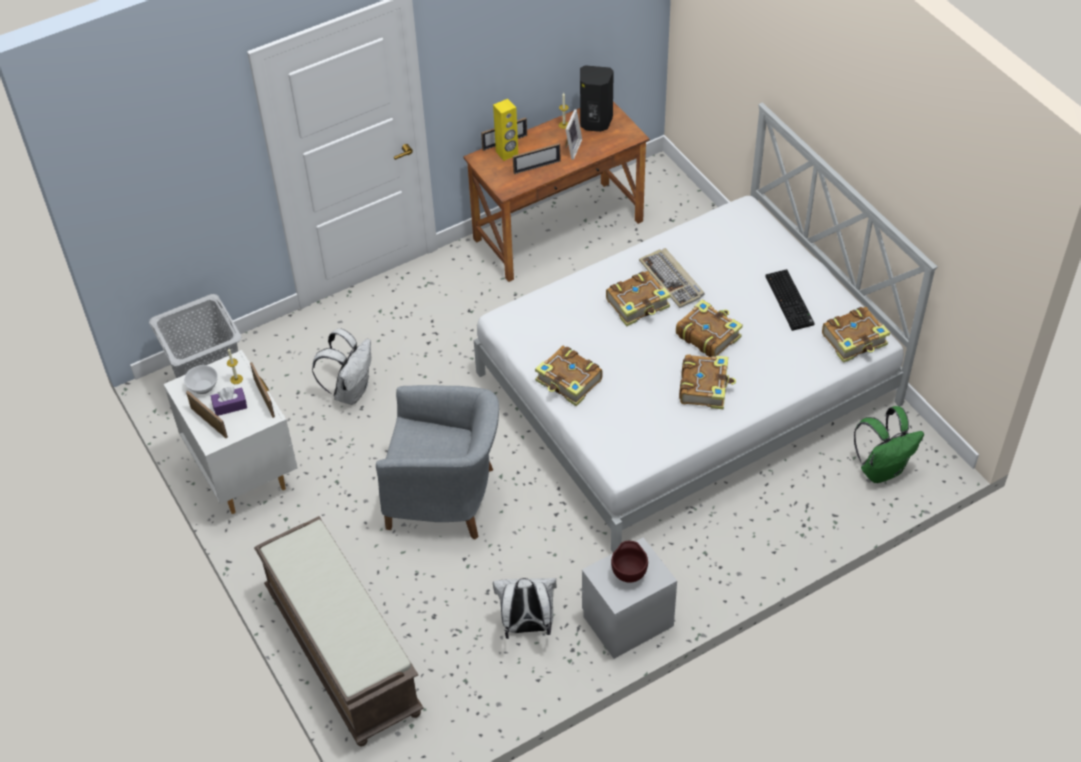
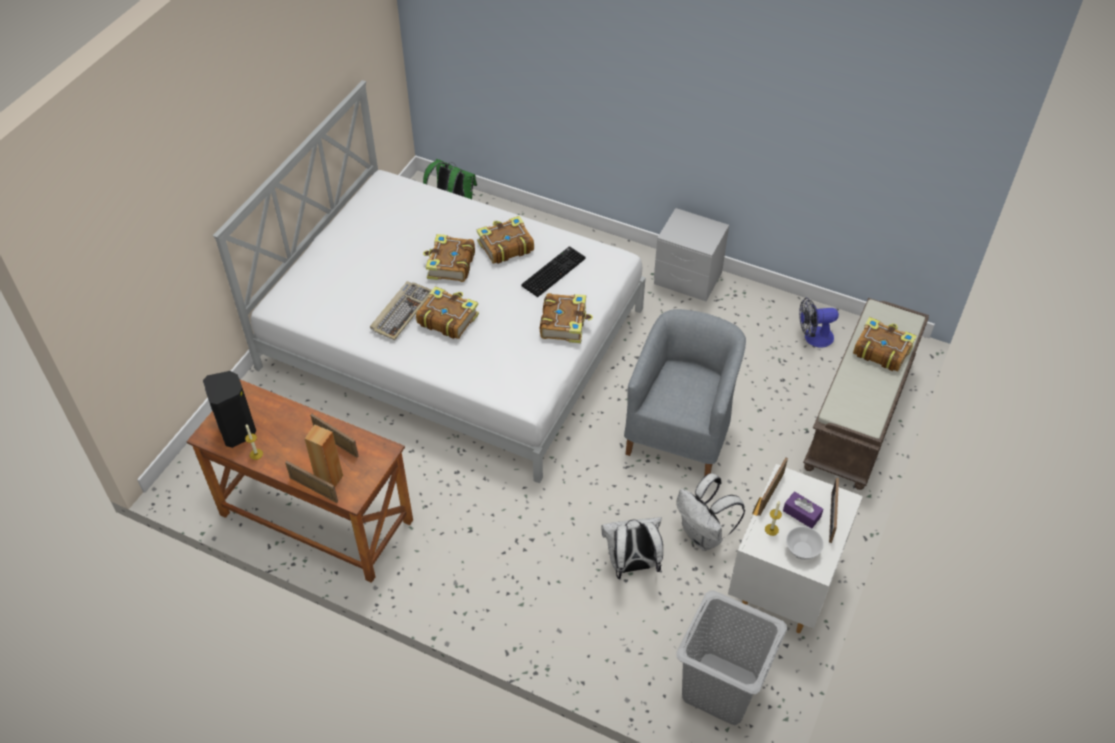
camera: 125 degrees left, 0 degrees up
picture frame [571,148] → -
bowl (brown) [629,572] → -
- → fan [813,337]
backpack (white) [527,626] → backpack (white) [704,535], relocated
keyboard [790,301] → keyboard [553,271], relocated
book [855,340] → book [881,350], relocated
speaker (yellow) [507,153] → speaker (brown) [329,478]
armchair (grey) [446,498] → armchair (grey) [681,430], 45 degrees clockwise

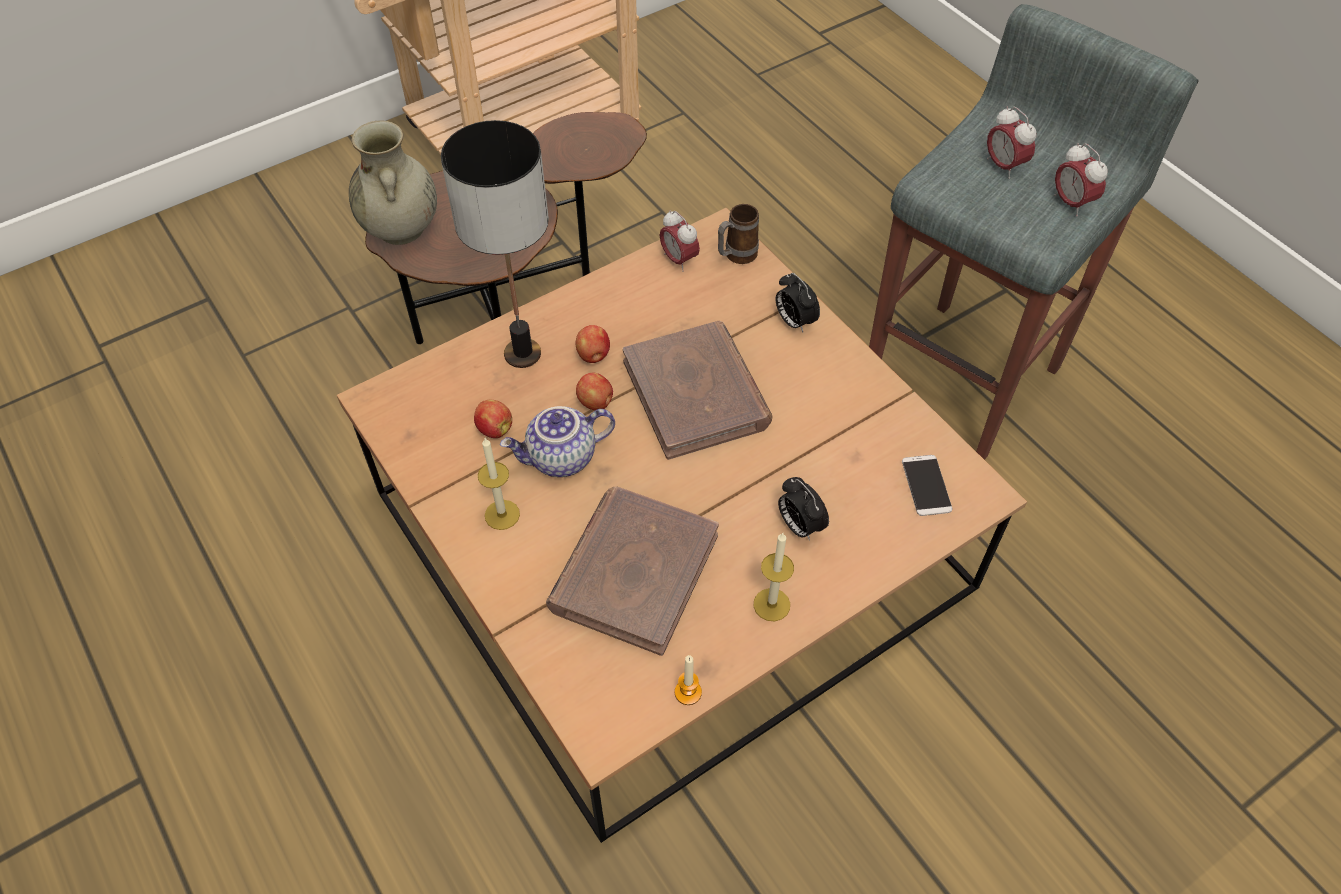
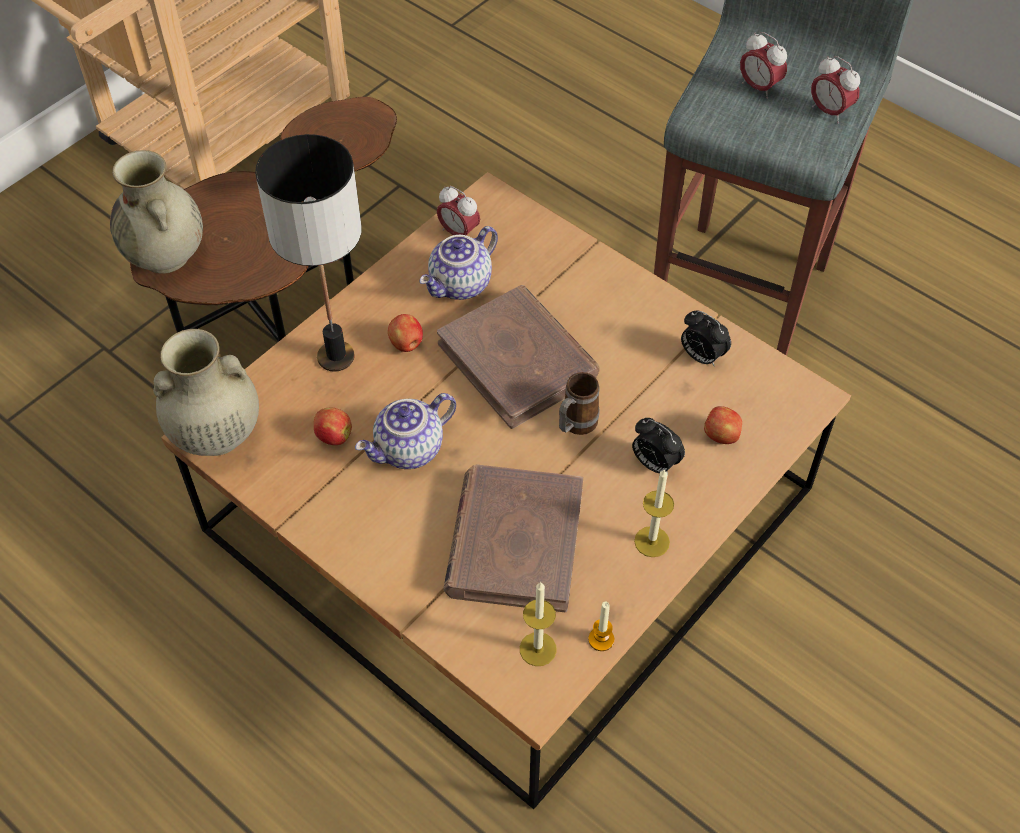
camera: 15 degrees left, 0 degrees up
phone [926,485] → -
- → vase (beige) [215,435]
- → teapot [461,285]
candle [502,514] → candle [538,649], relocated
apple [596,402] → apple [721,436], relocated
mug [735,256] → mug [575,426], relocated
alarm clock [794,321] → alarm clock [701,356], relocated

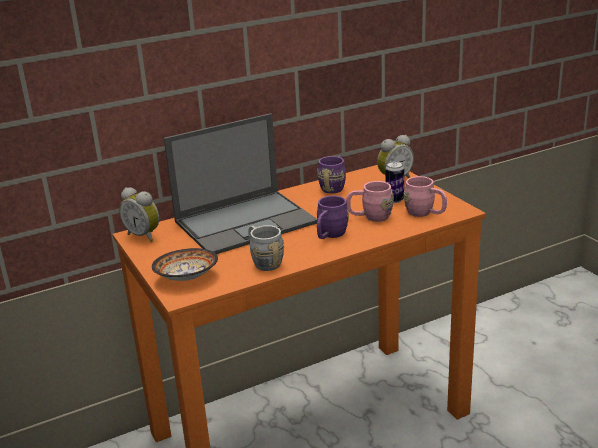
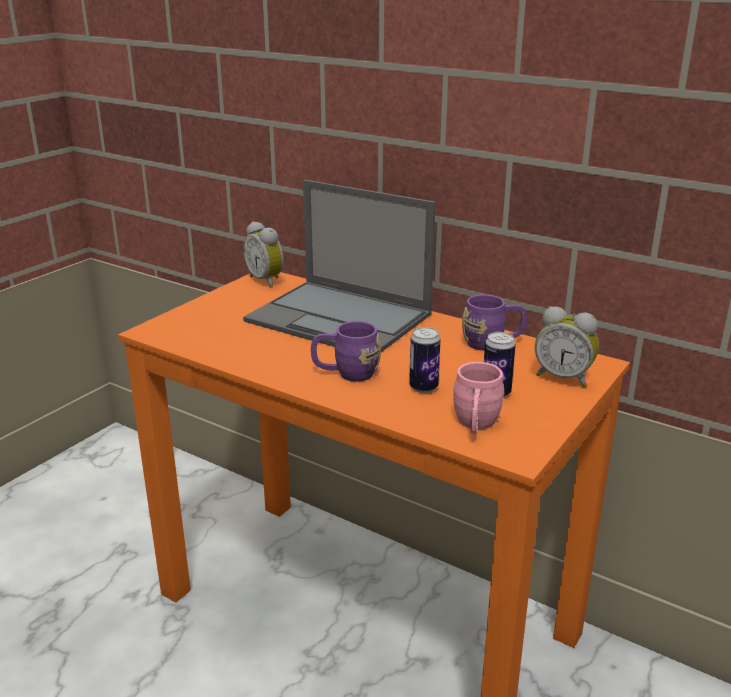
camera: 60 degrees right, 0 degrees up
bowl [185,277] → -
mug (grey) [264,261] → -
mug (pink) [370,217] → can [423,387]
alarm clock [144,236] → alarm clock [267,281], 45 degrees counterclockwise

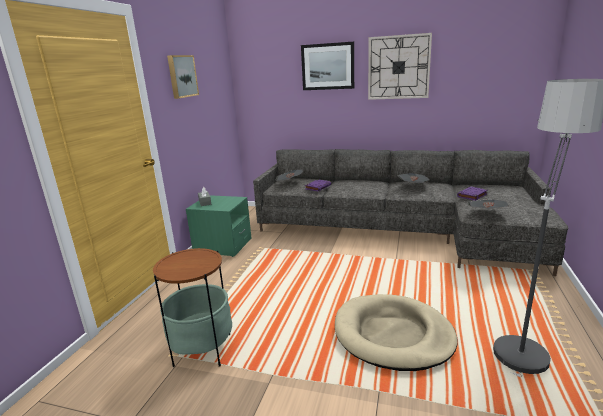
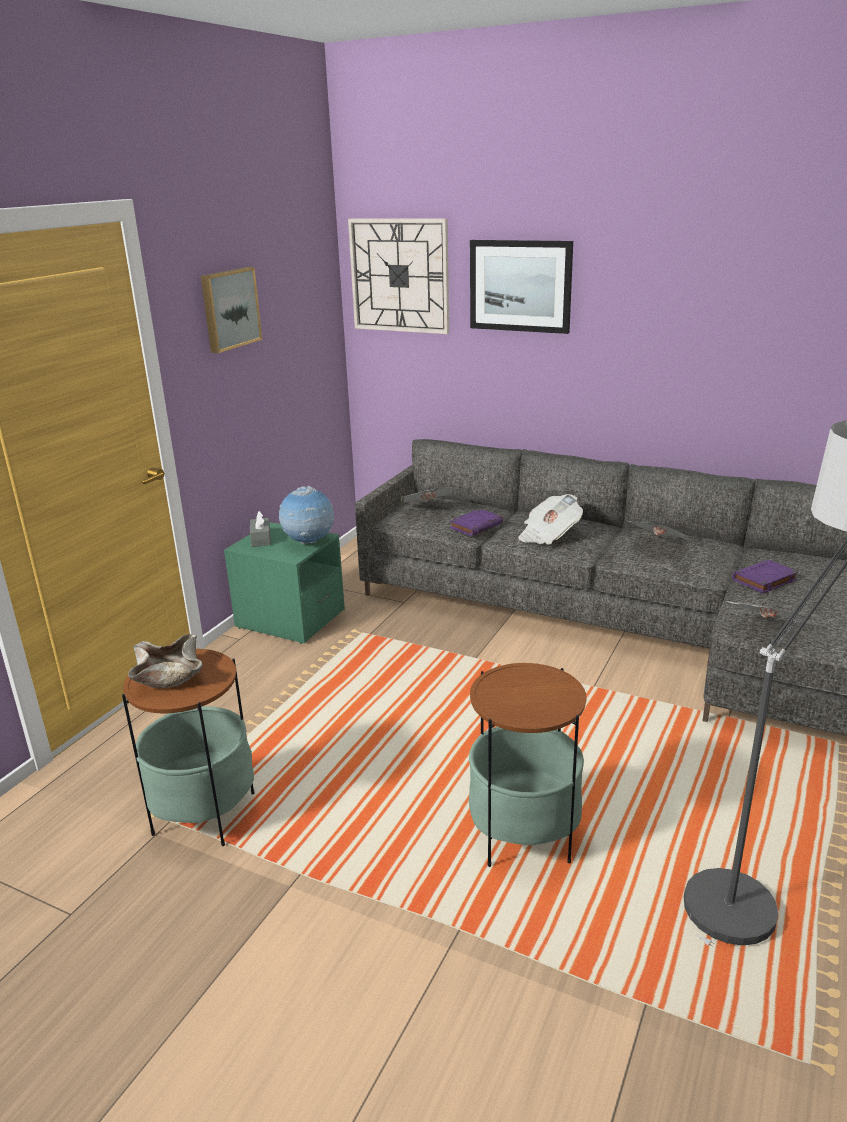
camera: 10 degrees right, 5 degrees up
- → bowl (beige) [170,675]
- → globe [309,543]
- → newspaper [548,535]
wall clock [398,67] → wall clock [399,275], relocated
dog bed (beige) [393,335] → side table [523,836]

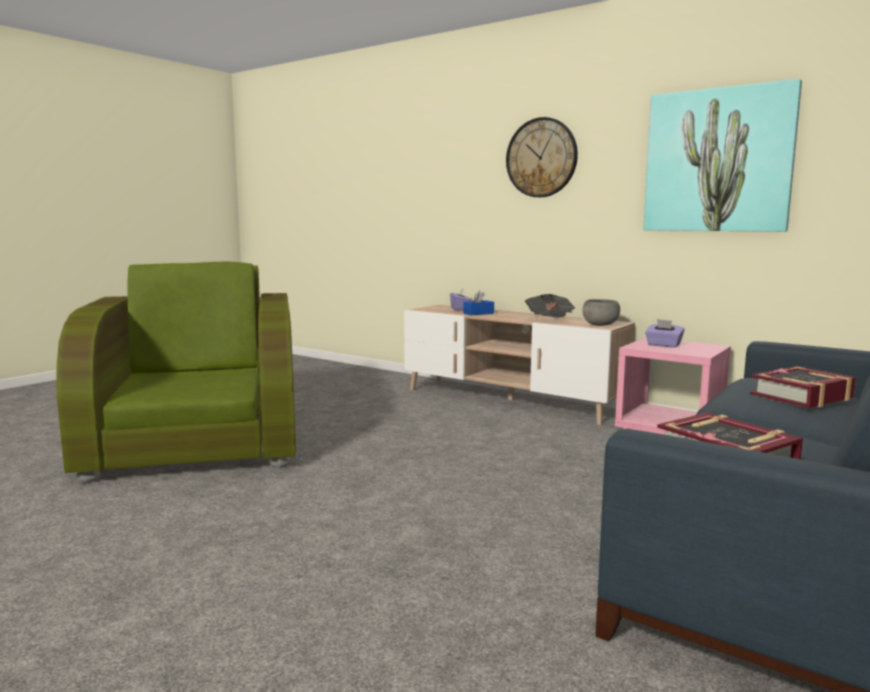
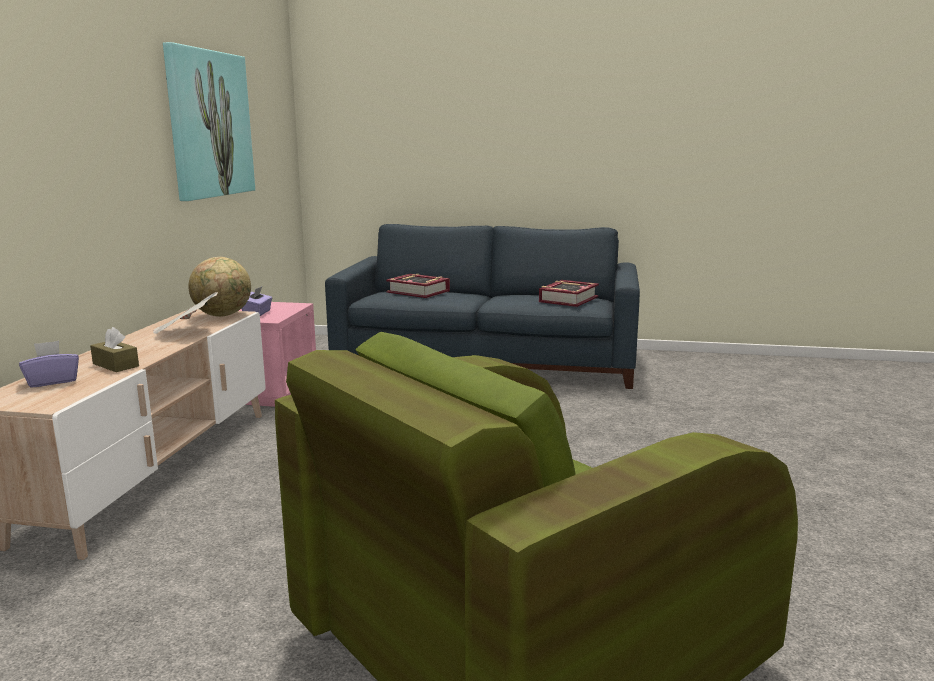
camera: 115 degrees left, 5 degrees up
wall clock [541,158] → -
bowl (grey) [600,325] → globe [223,315]
tissue box (blue) [478,313] → tissue box (brown) [115,365]

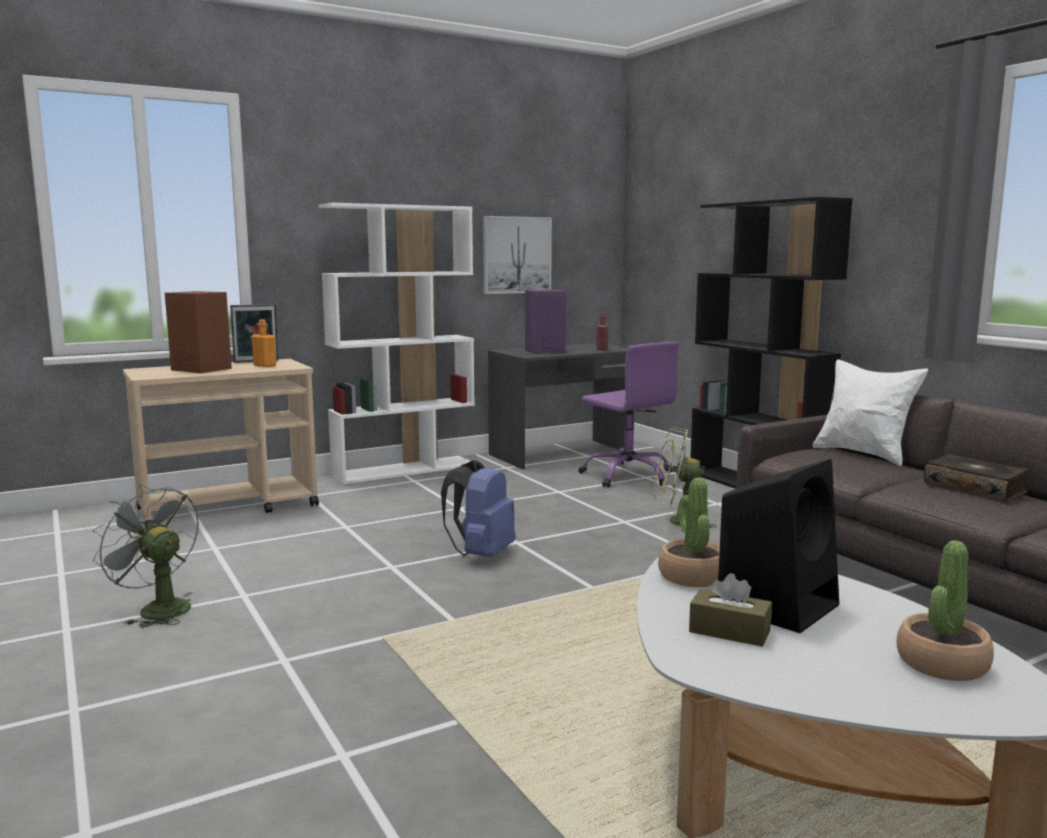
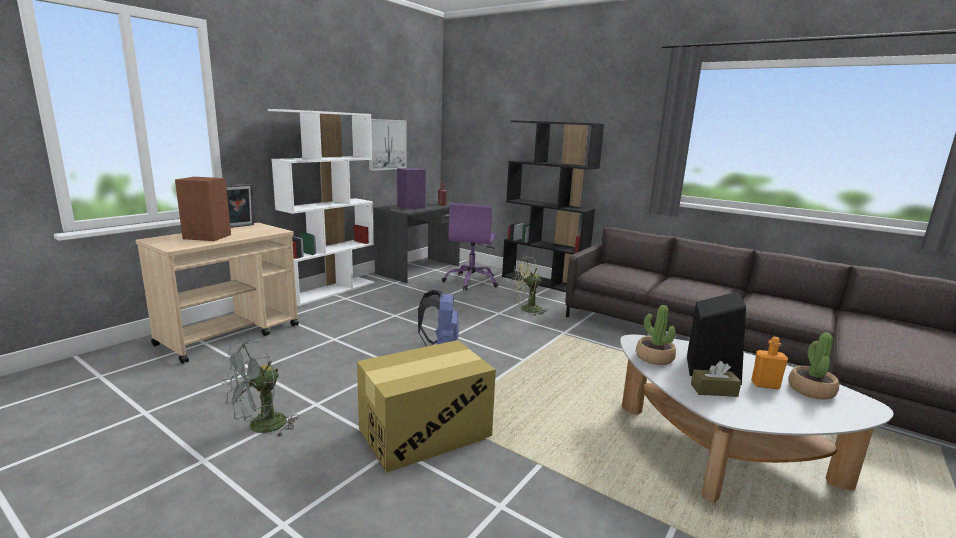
camera: 25 degrees left, 5 degrees up
pillow (white) [863,454] → -
book [975,488] → -
- → cardboard box [424,433]
bottle (orange) [264,365] → bottle (orange) [765,385], relocated
fan (grey) [156,609] → fan (grey) [261,428], 60 degrees counterclockwise
office chair (purple) [628,476] → office chair (purple) [471,281], 75 degrees clockwise

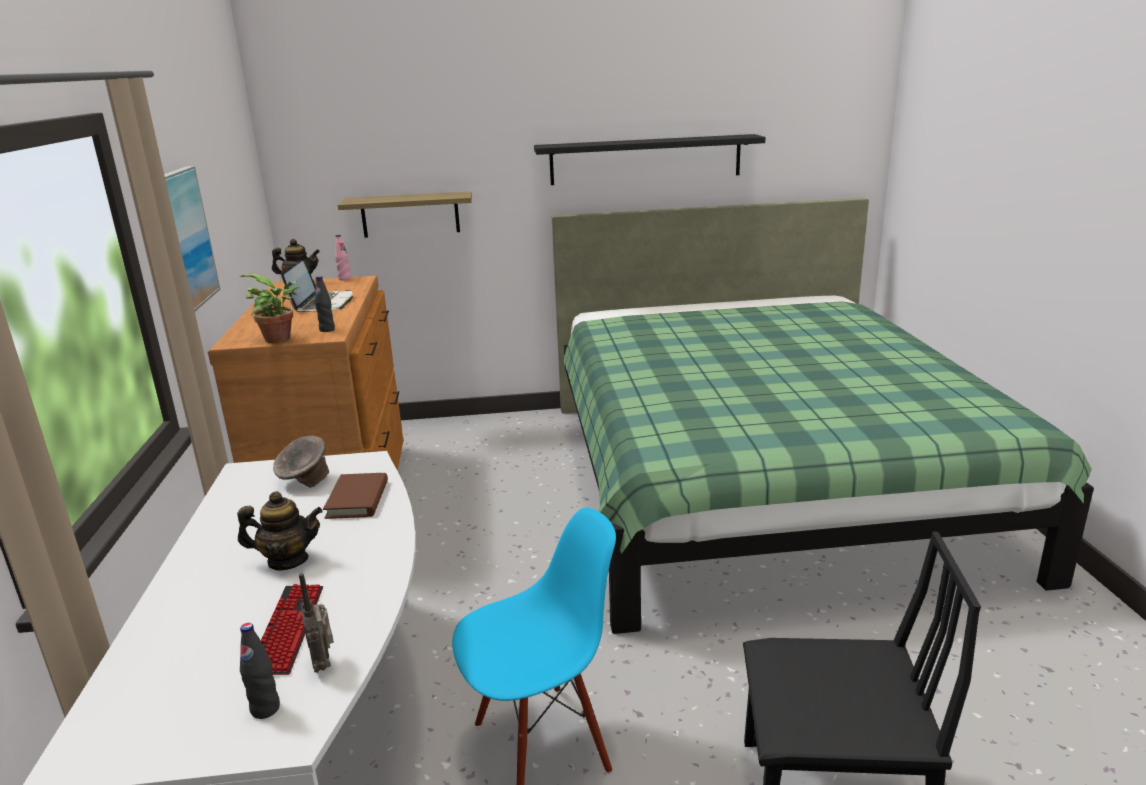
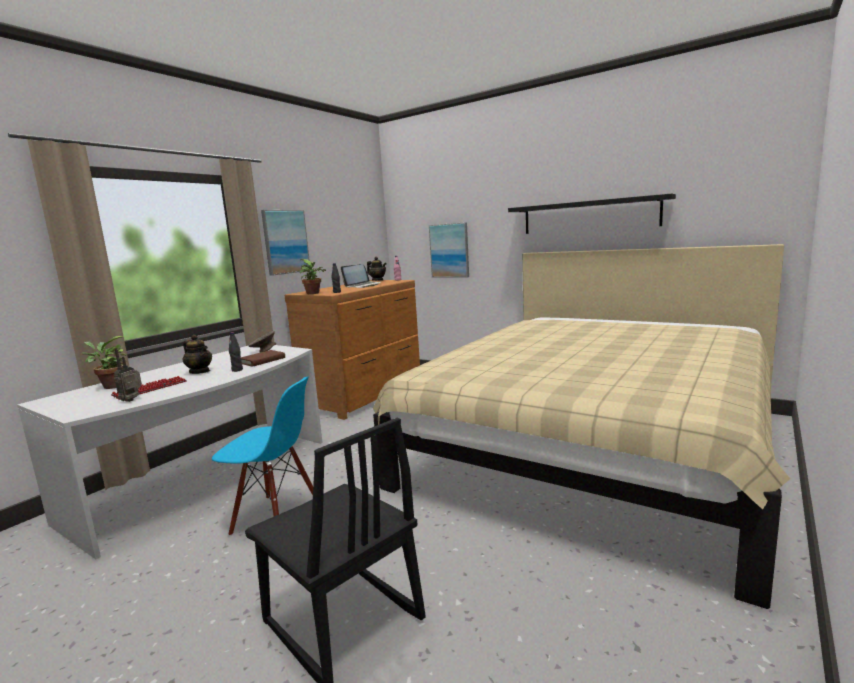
camera: 40 degrees right, 10 degrees down
- → potted plant [111,386]
bottle (black) [265,709] → bottle (black) [237,370], relocated
shelf [410,214] → picture [449,250]
bed (green) [758,481] → bed (beige) [593,448]

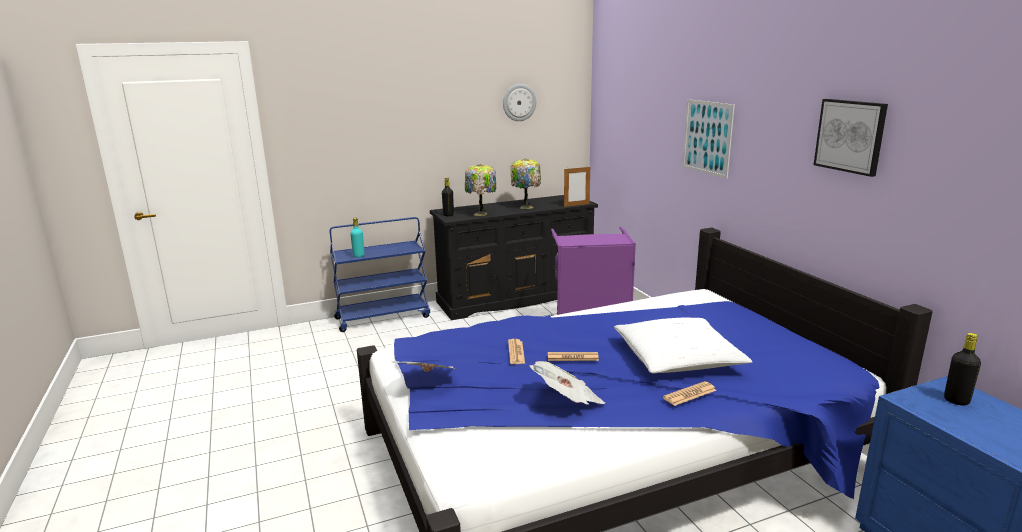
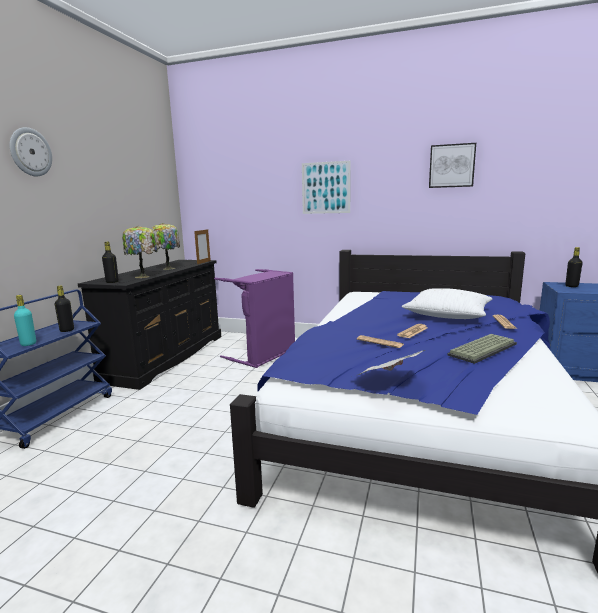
camera: 50 degrees left, 5 degrees down
- → bottle (black) [67,330]
wall clock [519,102] → wall clock [30,152], relocated
newspaper [567,401] → keyboard [482,349]

